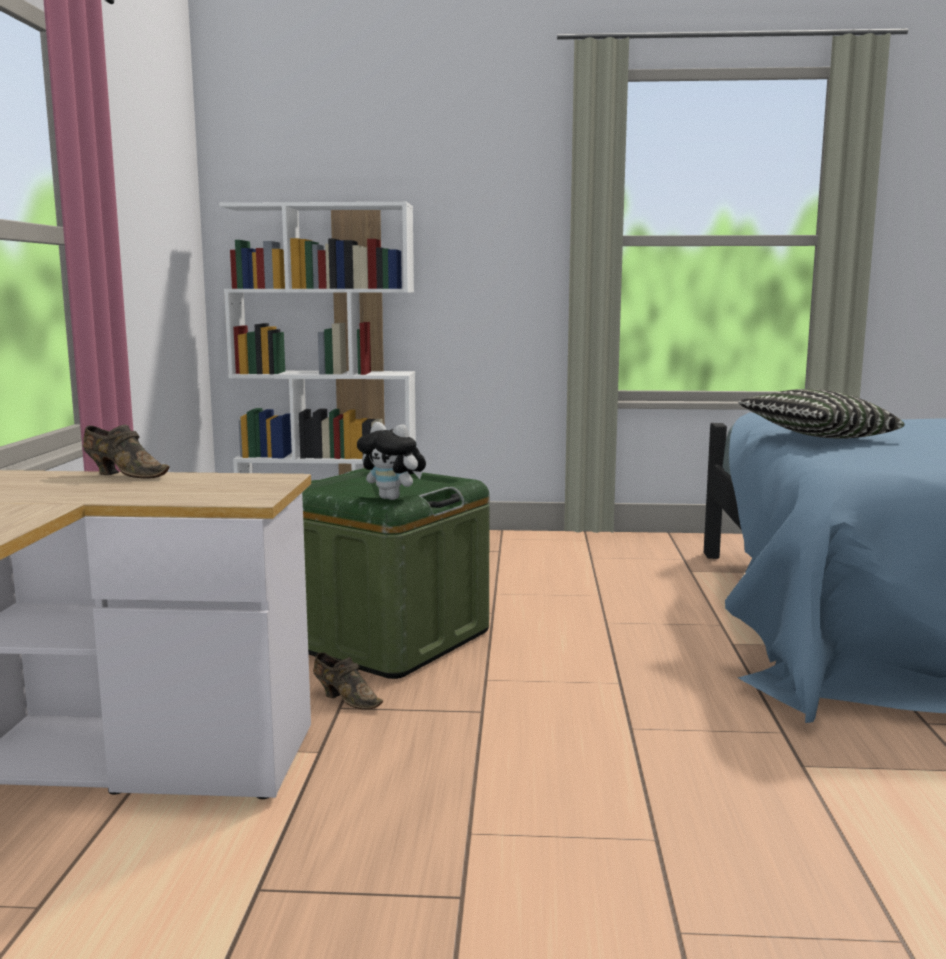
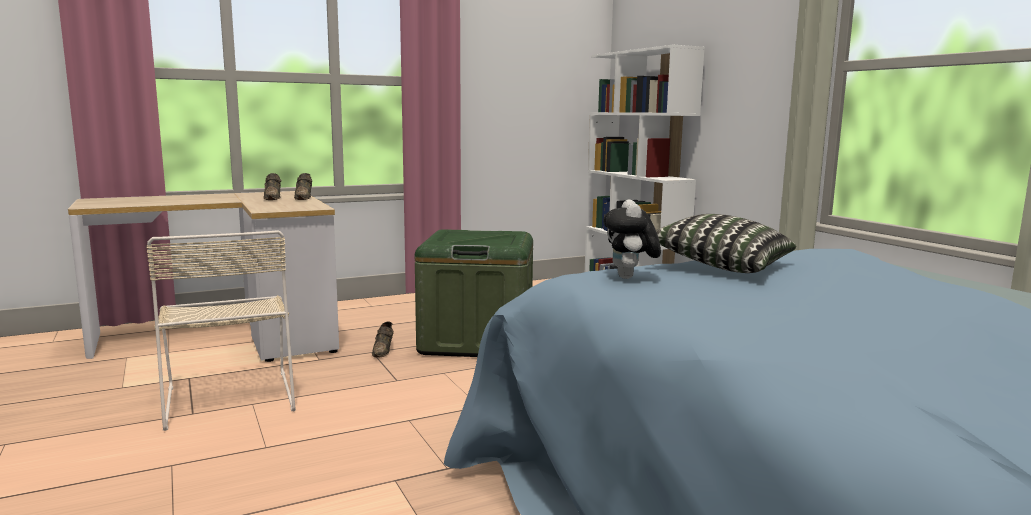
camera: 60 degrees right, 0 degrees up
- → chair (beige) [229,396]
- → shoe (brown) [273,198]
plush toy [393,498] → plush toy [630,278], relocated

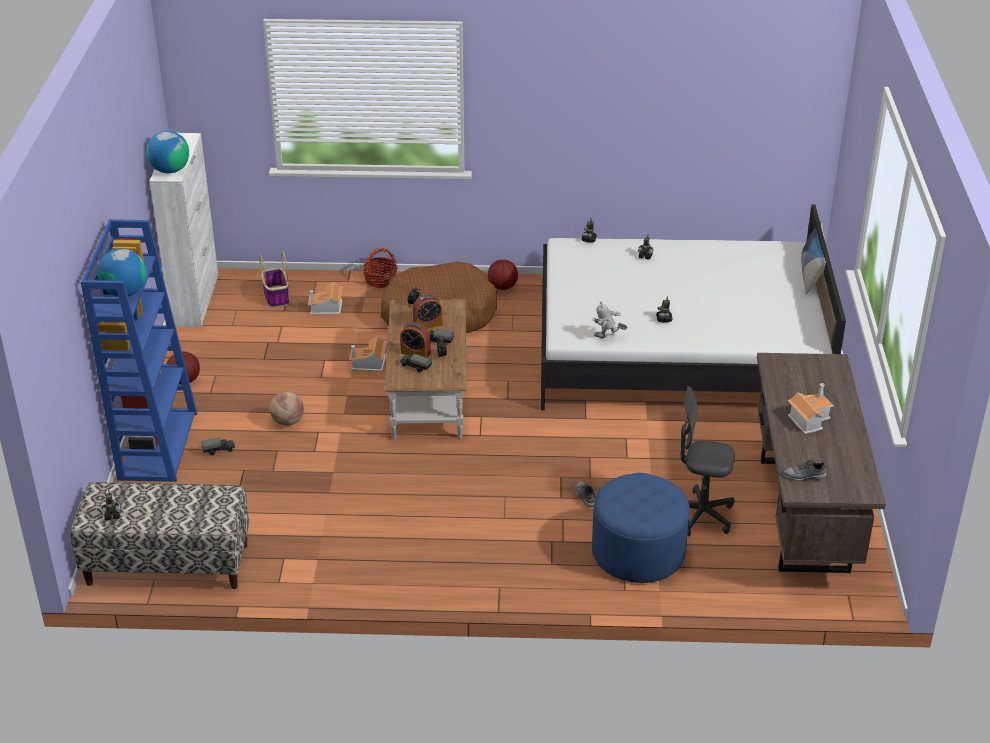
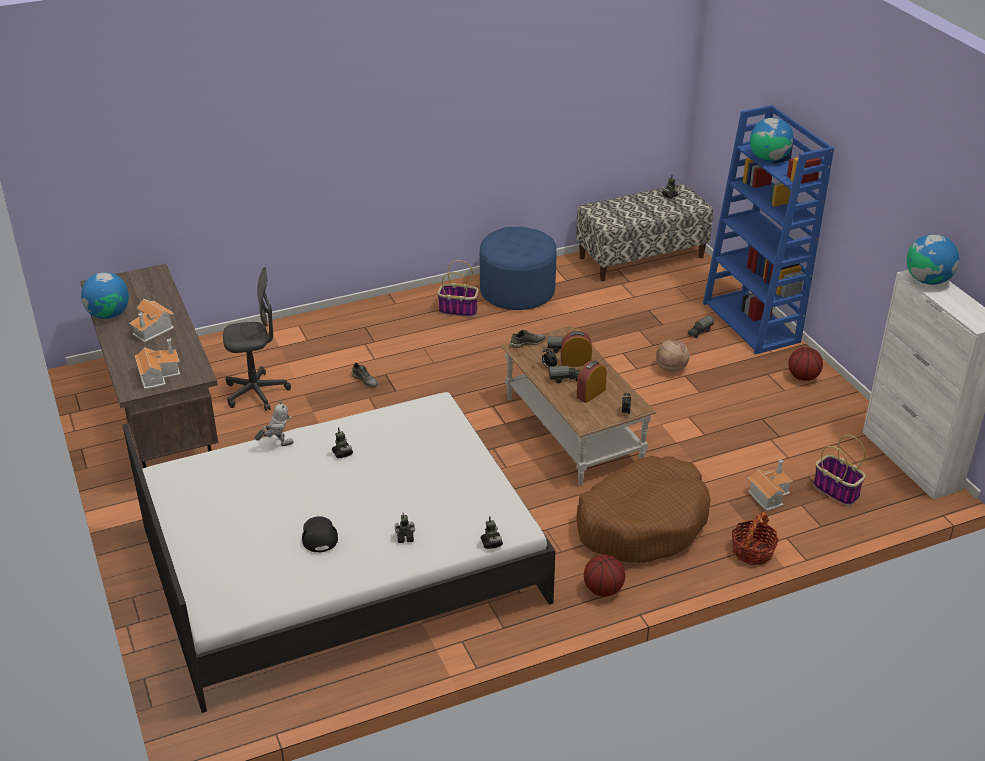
camera: 155 degrees right, 0 degrees up
pillow [811,273] → -
- → globe [109,314]
- → cap (black) [319,535]
- → basket [459,310]
toy house [369,363] → toy house [158,374], relocated
ottoman (blue) [638,552] → ottoman (blue) [517,291], relocated
toy robot [607,338] → toy robot [277,444], relocated
shoe (grey) [804,476] → shoe (grey) [527,343], relocated

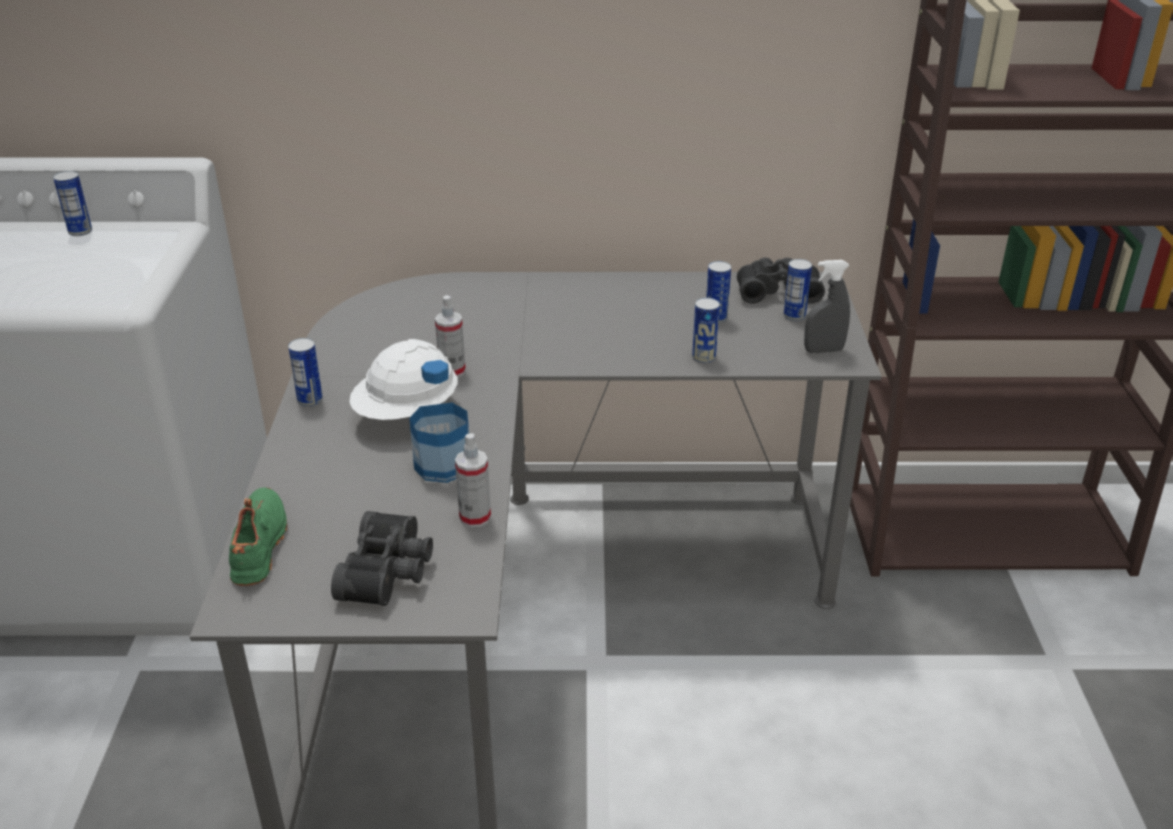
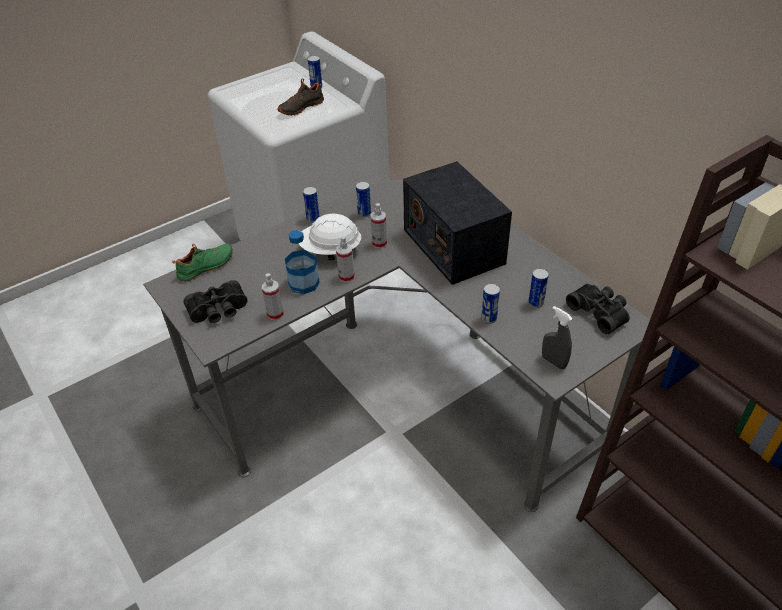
camera: 55 degrees right, 10 degrees up
- → shoe (black) [300,107]
- → spray bottle [346,277]
- → radio [453,246]
can [794,316] → can [364,214], relocated

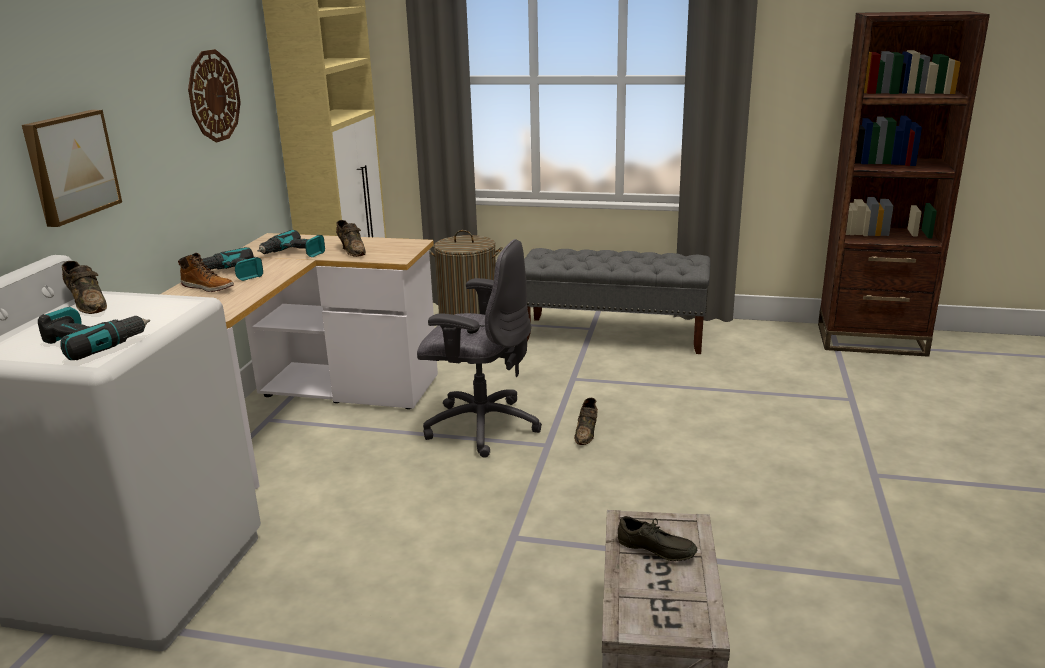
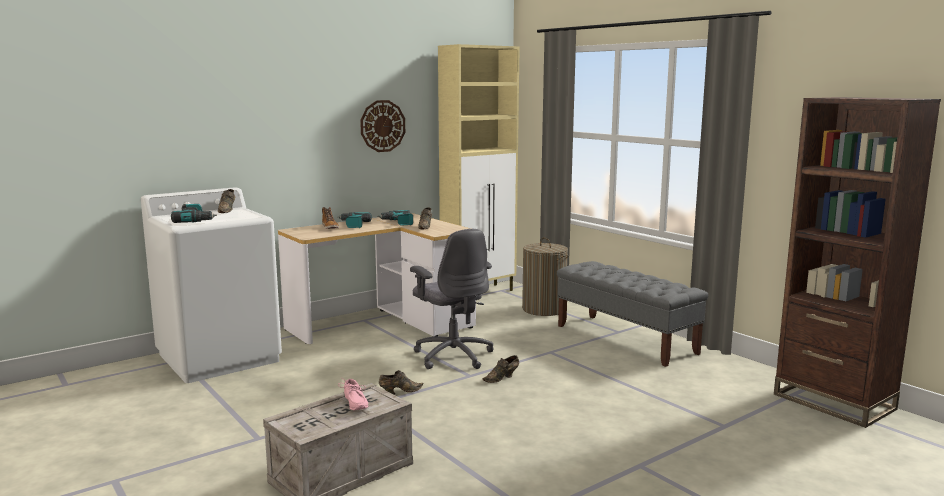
camera: 40 degrees right, 10 degrees down
picture [70,166] → -
- → shoe (brown) [399,392]
shoe (grey) [655,551] → shoe (pink) [354,403]

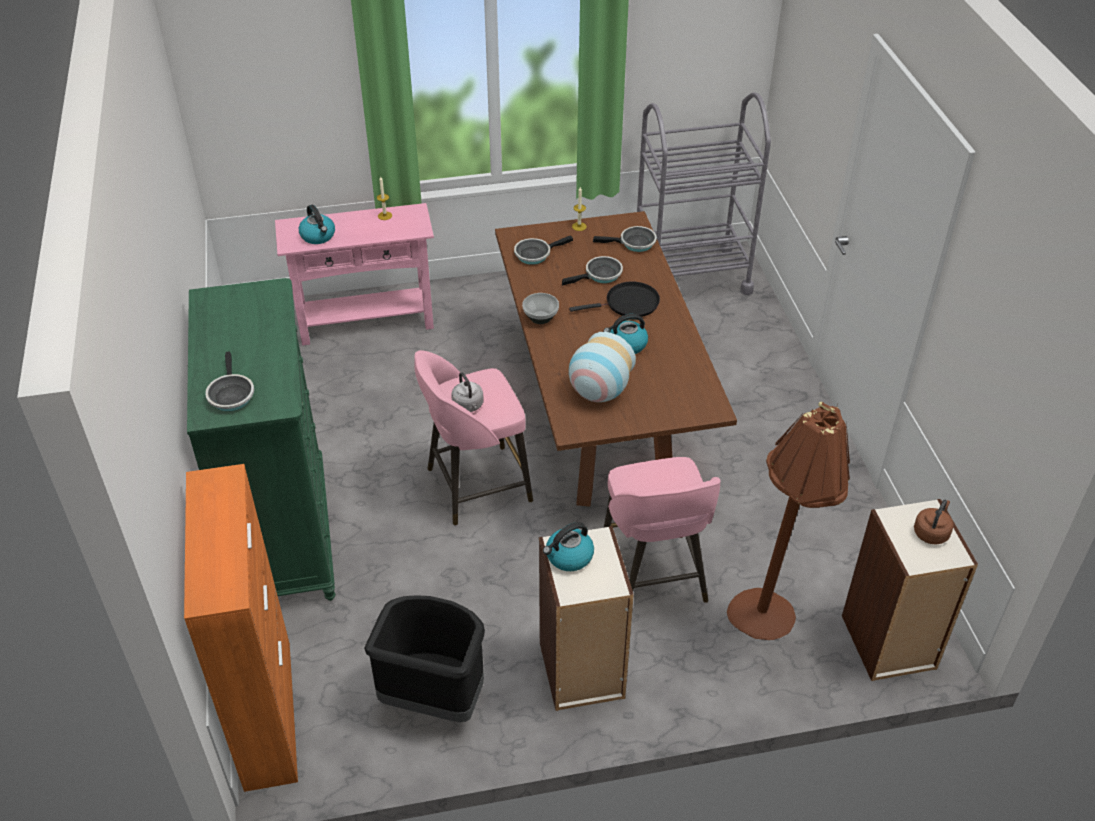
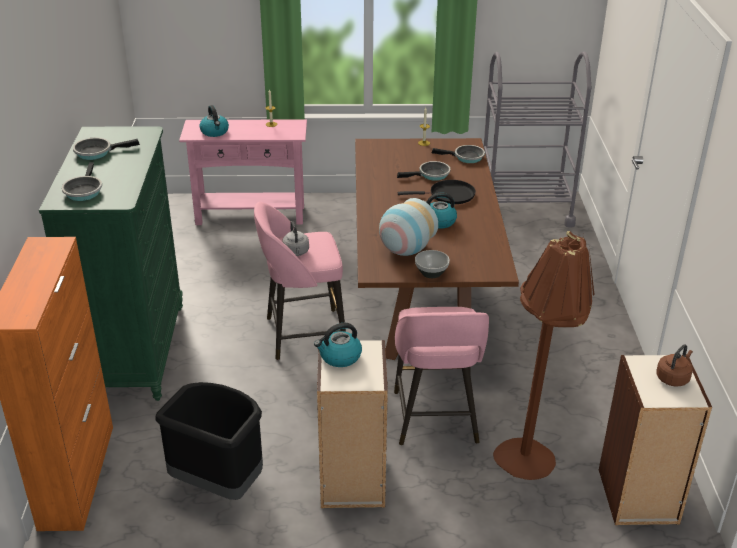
camera: 10 degrees right, 10 degrees down
frying pan [535,254] → frying pan [96,152], relocated
bowl [541,317] → bowl [431,273], relocated

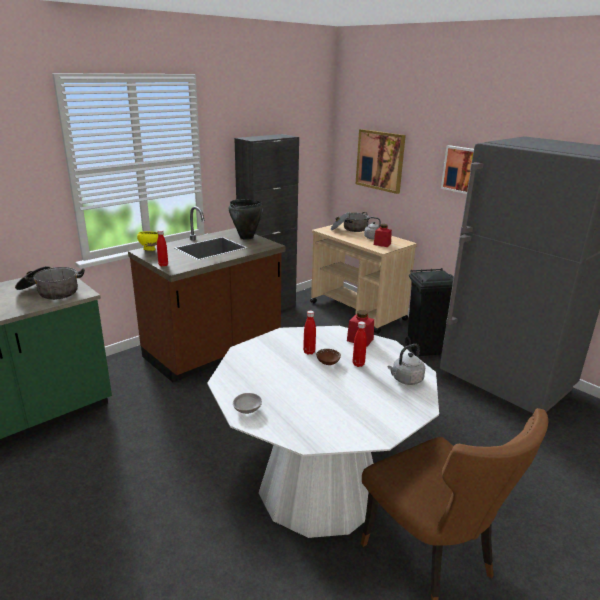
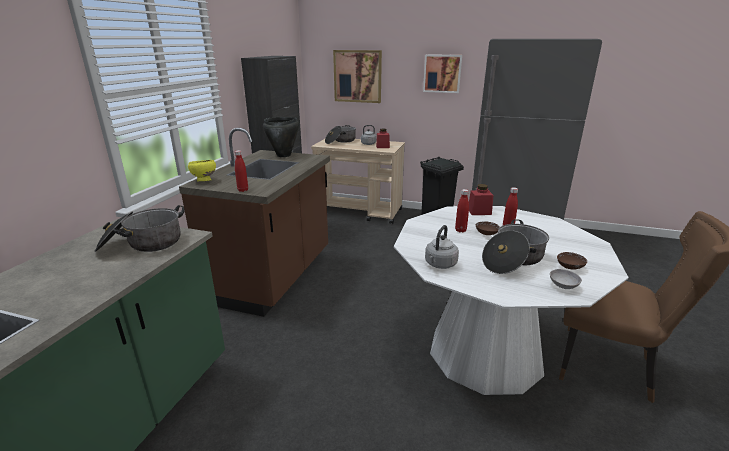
camera: 30 degrees left, 0 degrees up
- → cooking pot [513,260]
- → bowl (brown) [570,267]
bowl (grey) [247,410] → bowl (grey) [563,285], relocated
kettle (grey) [405,380] → kettle (grey) [440,264], relocated

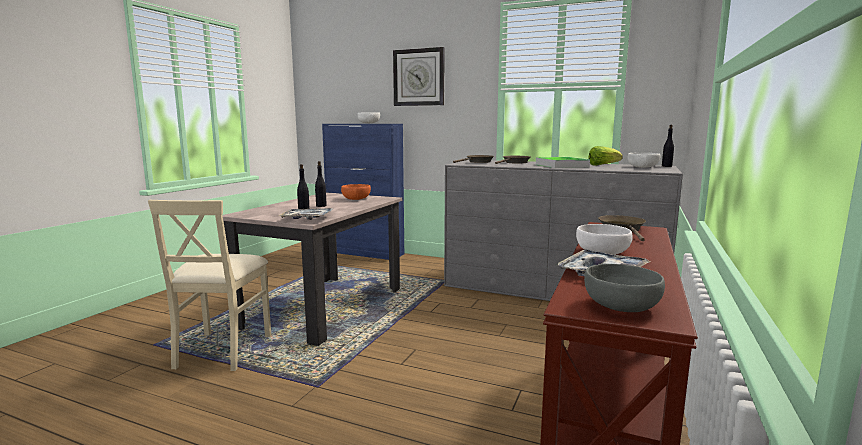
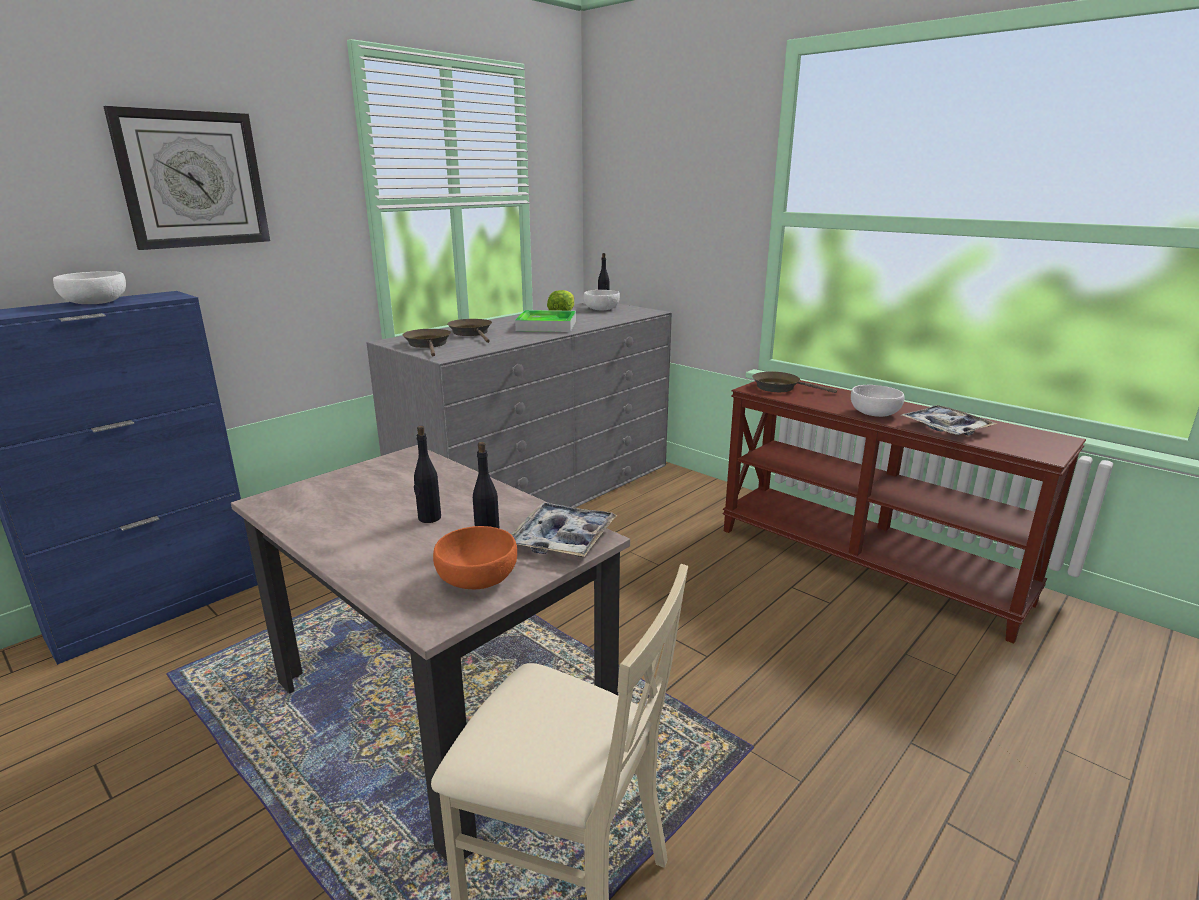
camera: 70 degrees left, 10 degrees up
bowl (grey) [621,307] → -
bowl (orange) [356,199] → bowl (orange) [477,577], relocated

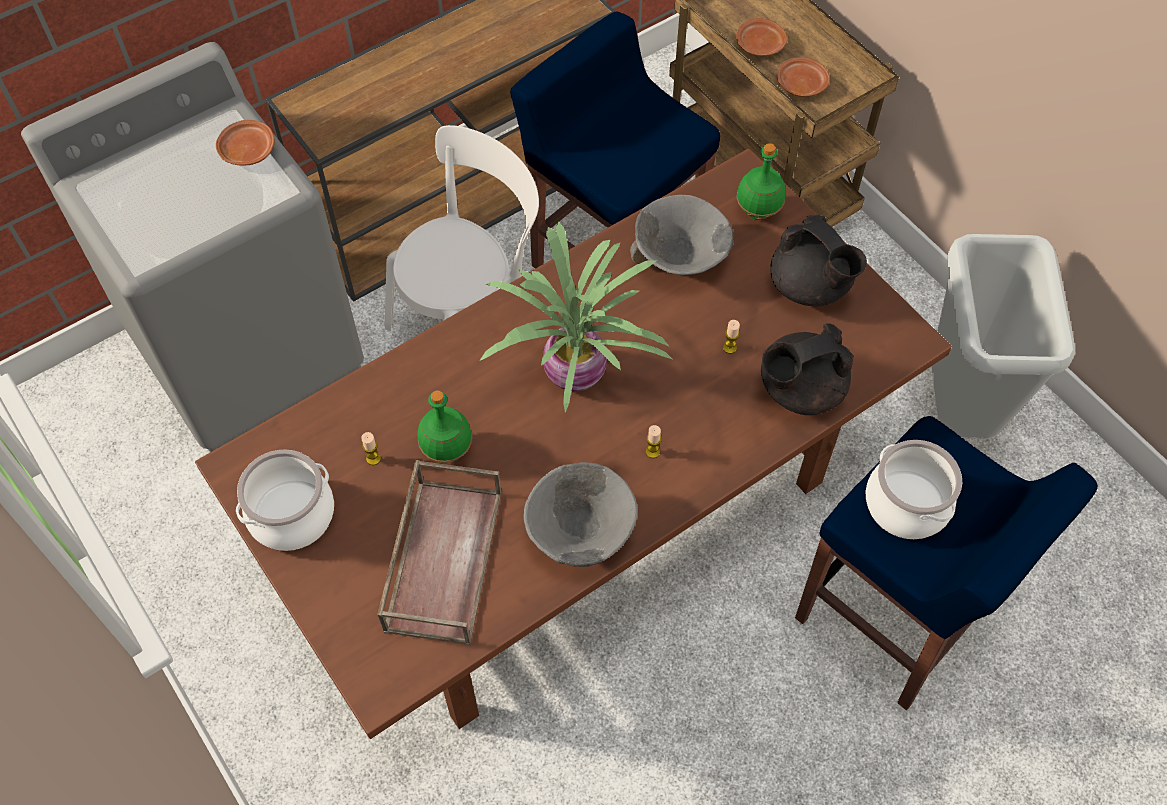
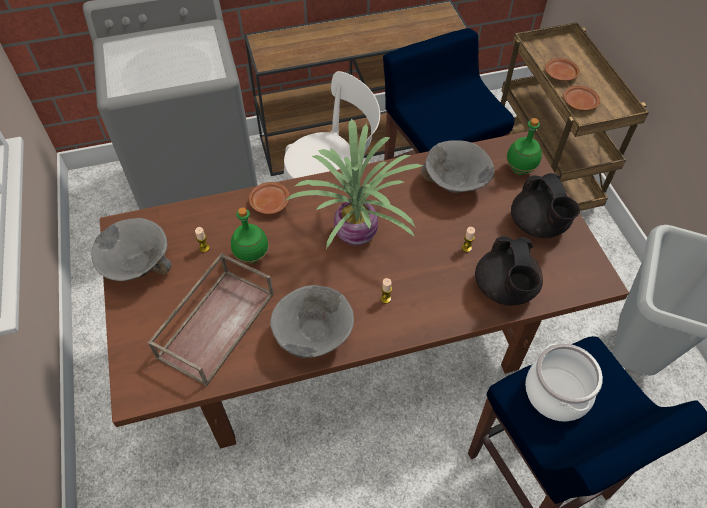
camera: 20 degrees right, 5 degrees down
plate (brown) [247,150] → plate (brown) [270,202], relocated
cooking pot [291,514] → bowl (grey) [138,266]
teapot (black) [799,390] → teapot (black) [505,289], 90 degrees counterclockwise

